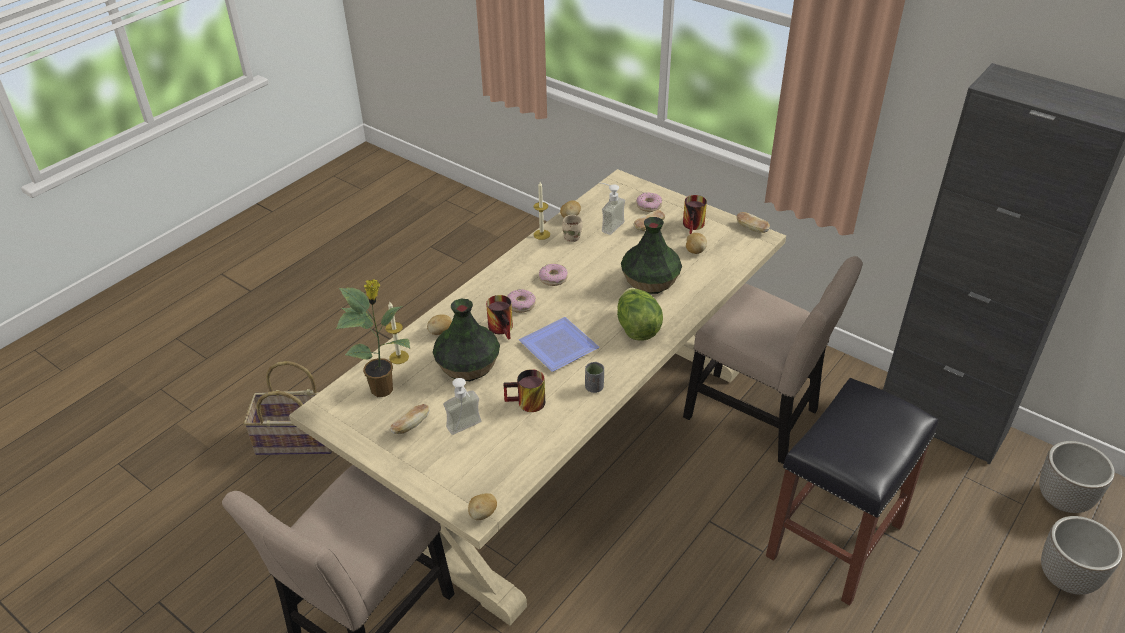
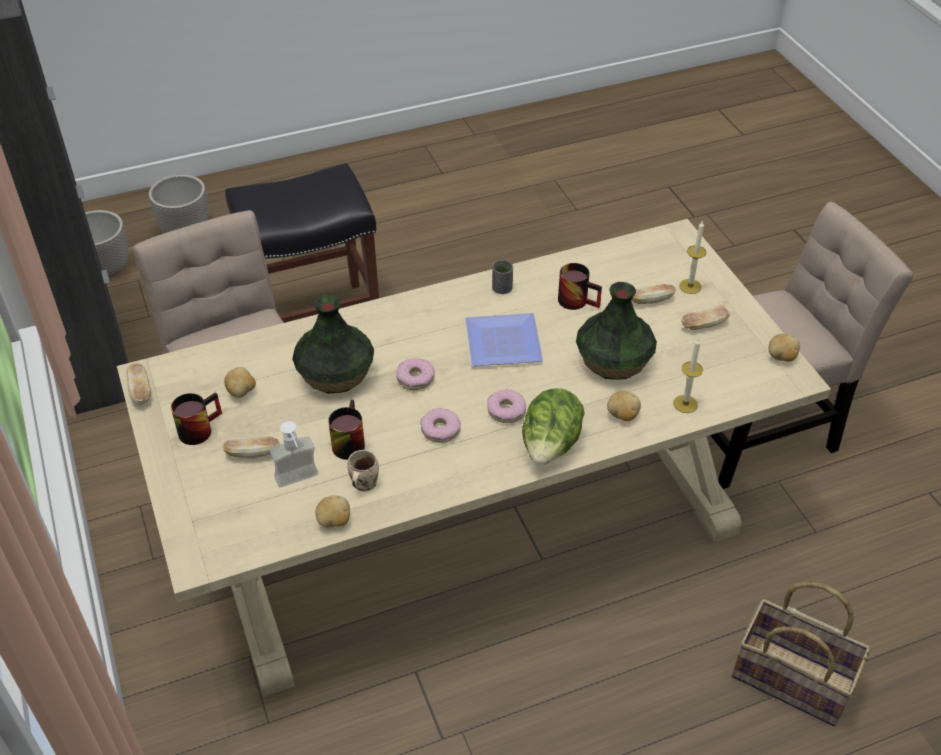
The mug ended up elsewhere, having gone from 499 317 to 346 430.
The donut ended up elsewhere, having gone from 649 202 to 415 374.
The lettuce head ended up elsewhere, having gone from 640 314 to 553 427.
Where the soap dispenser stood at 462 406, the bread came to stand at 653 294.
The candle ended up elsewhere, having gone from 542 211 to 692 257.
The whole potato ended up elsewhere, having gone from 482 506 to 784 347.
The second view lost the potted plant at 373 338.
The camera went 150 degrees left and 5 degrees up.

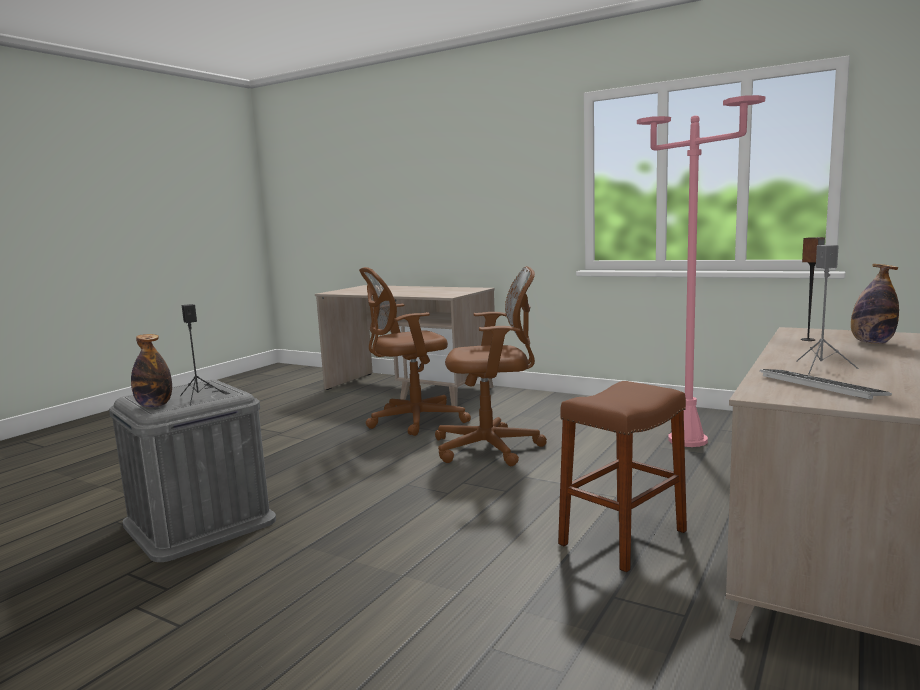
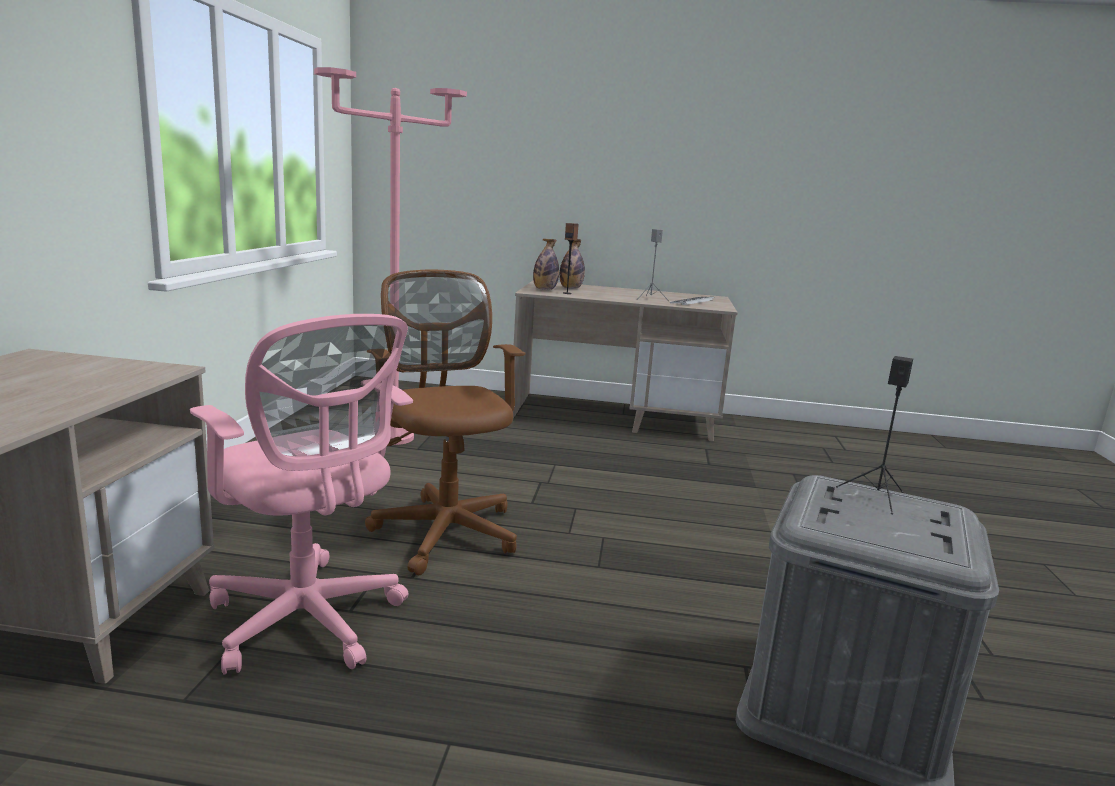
What was the brown-coloured office chair at 415 351 turned into the pinkish office chair at 301 494.
The beverage bottle ended up elsewhere, having gone from 151 371 to 546 264.
The second view lost the brown-coloured sitting stool at 622 476.
The camera went 115 degrees left and 5 degrees up.

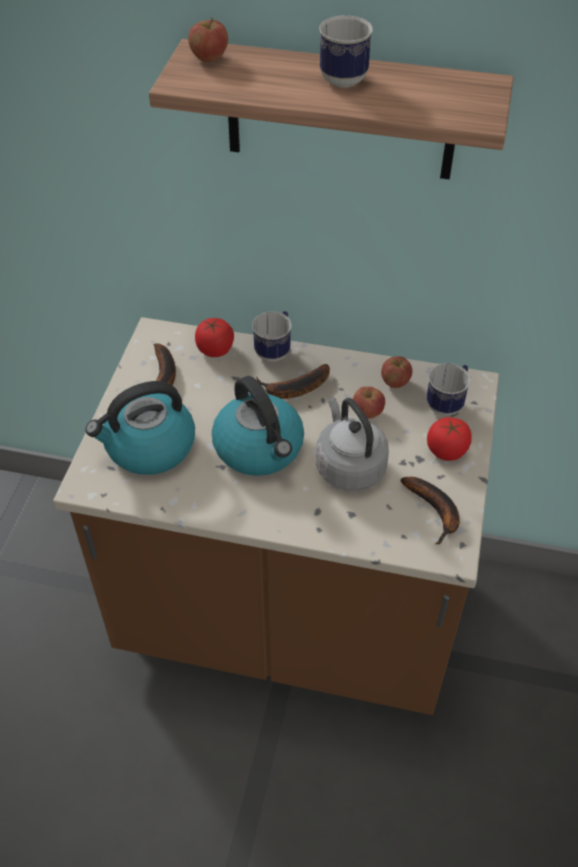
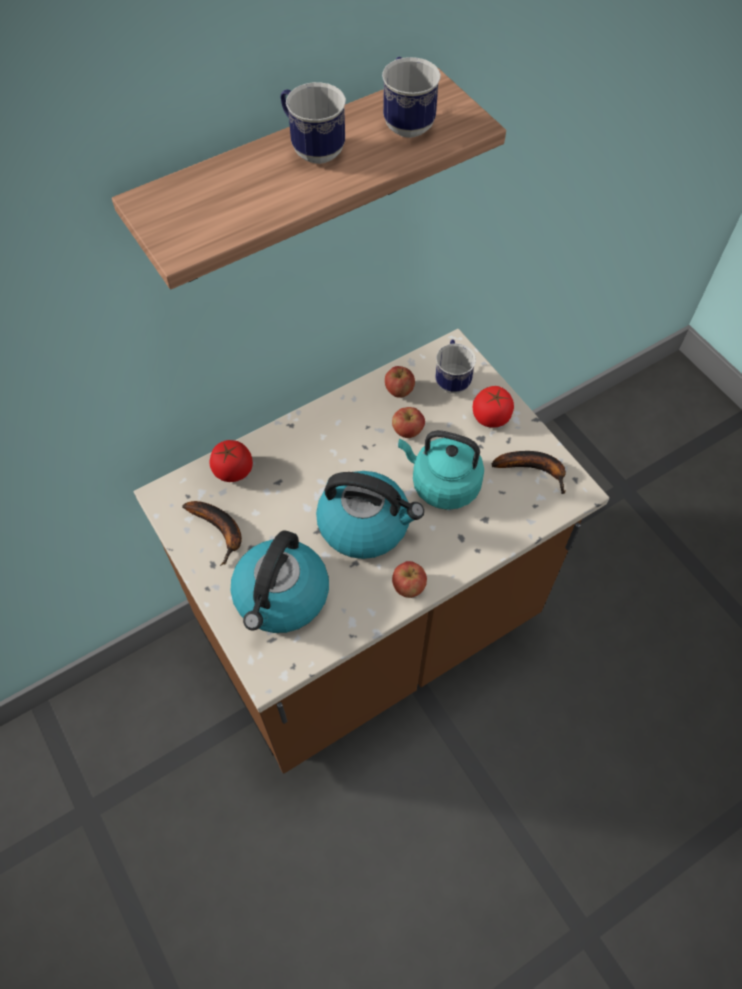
The mug ended up elsewhere, having gone from 272 336 to 411 97.
The apple fruit ended up elsewhere, having gone from 208 40 to 409 579.
What was the grey tea kettle at 352 444 turned into the turquoise-coloured tea kettle at 441 470.
The second view lost the banana at 293 381.
The camera went 45 degrees left and 10 degrees up.

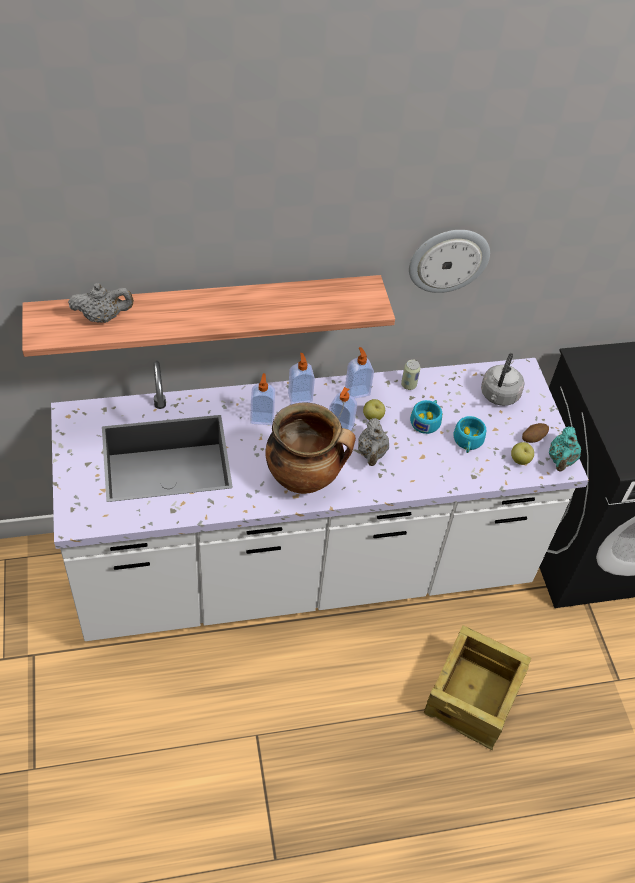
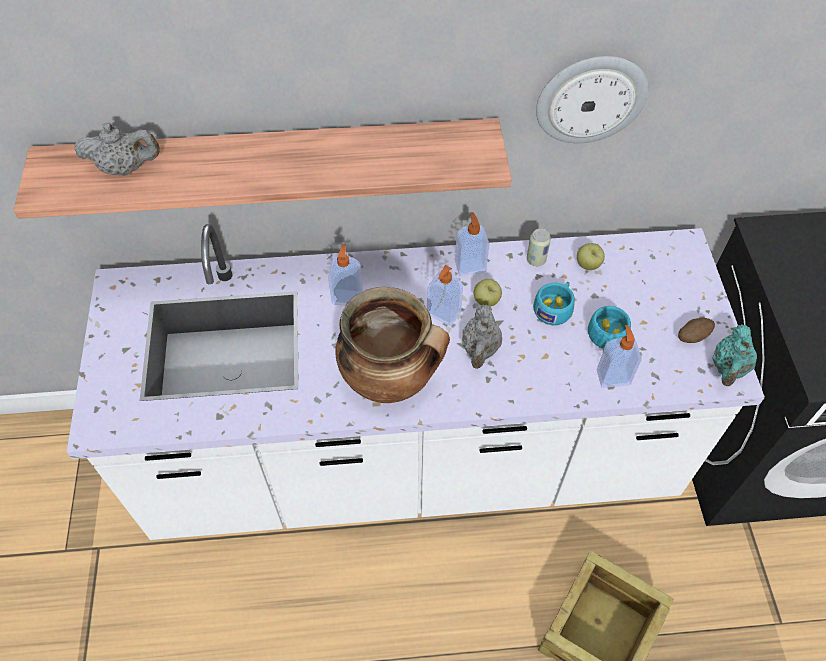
The apple fruit ended up elsewhere, having gone from 522 453 to 591 256.
The soap dispenser ended up elsewhere, having gone from 301 378 to 619 356.
The second view lost the grey tea kettle at 502 379.
The camera went 10 degrees right and 5 degrees up.

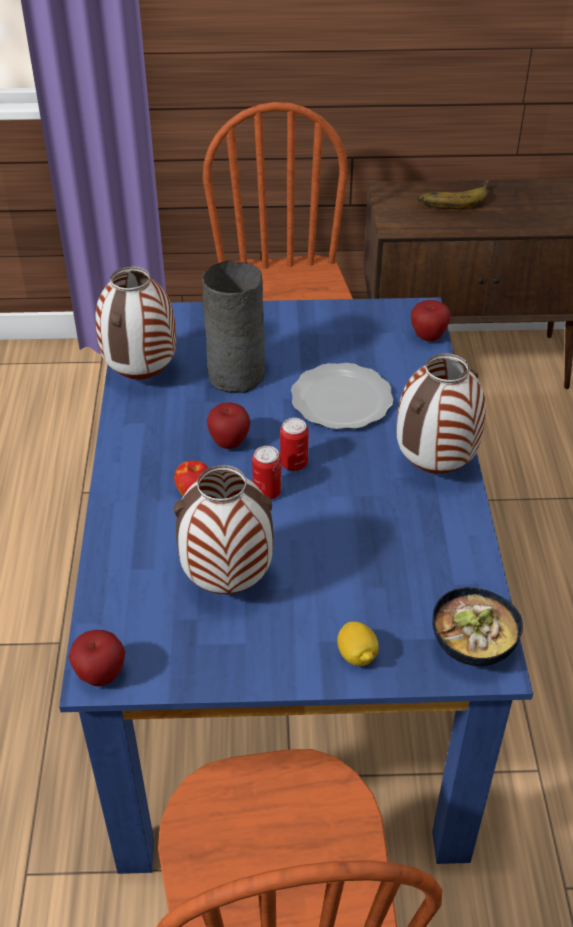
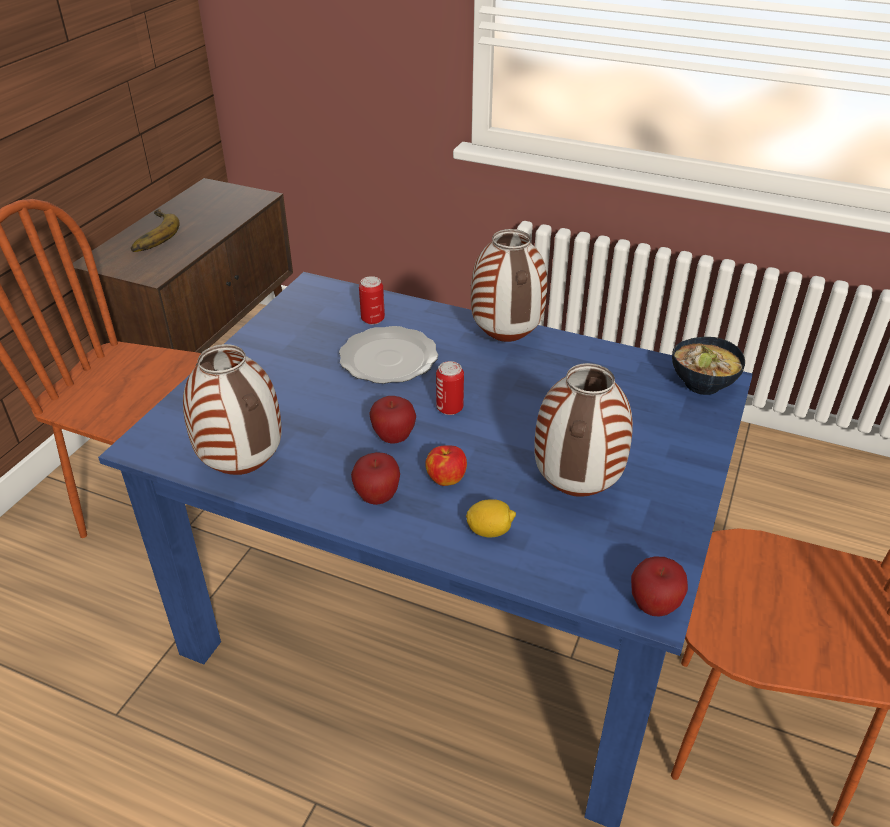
The apple fruit ended up elsewhere, having gone from 431 320 to 375 478.
The can ended up elsewhere, having gone from 267 472 to 372 300.
The whole lemon ended up elsewhere, having gone from 358 644 to 491 518.
The second view lost the grey flower vase at 233 327.
The camera went 65 degrees left and 5 degrees down.

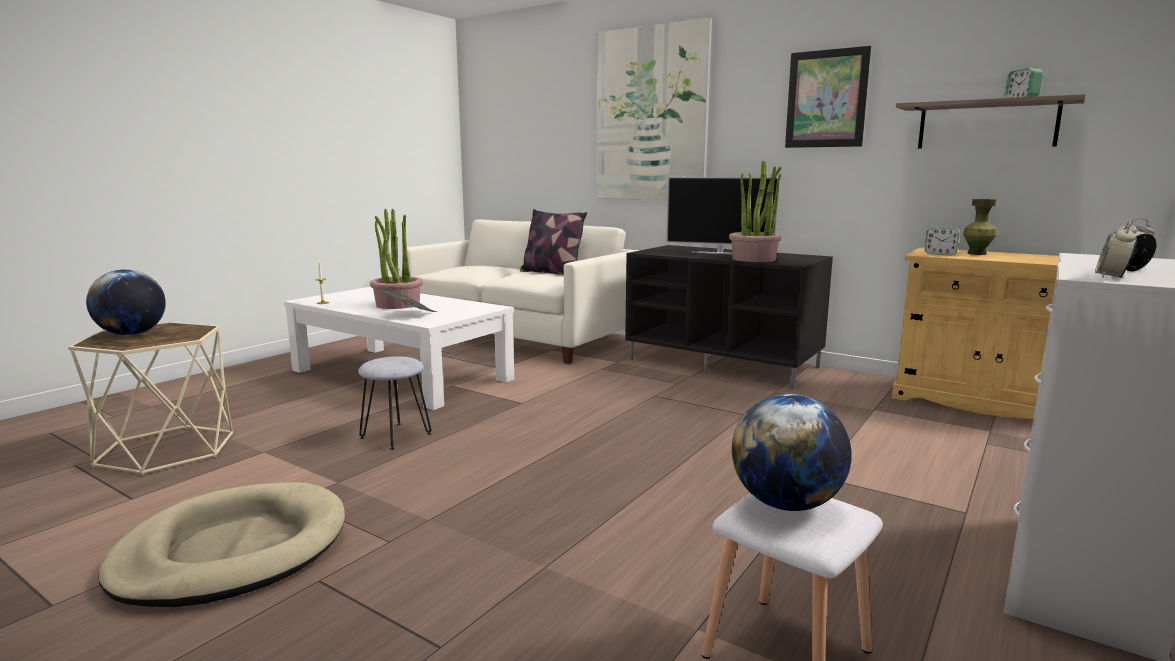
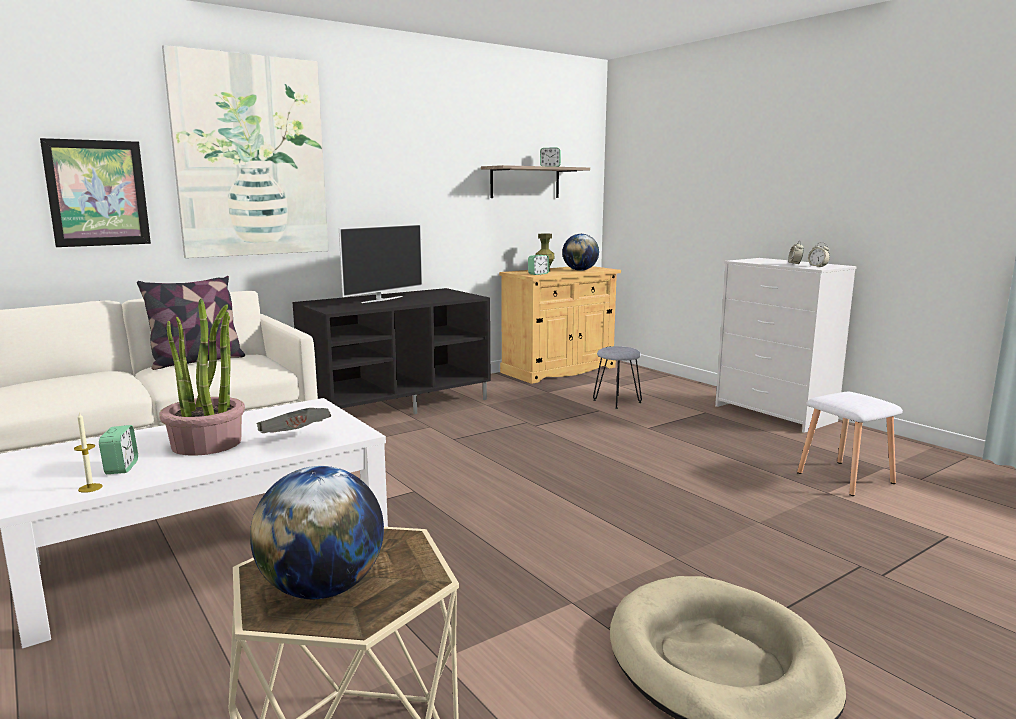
The wall art ended up elsewhere, having gone from 828 97 to 95 192.
The second view gained the alarm clock at 118 449.
The globe ended up elsewhere, having gone from 792 452 to 580 252.
The grey sitting stool ended up elsewhere, having gone from 394 403 to 617 377.
The second view lost the potted plant at 755 211.
The camera went 70 degrees left and 0 degrees up.

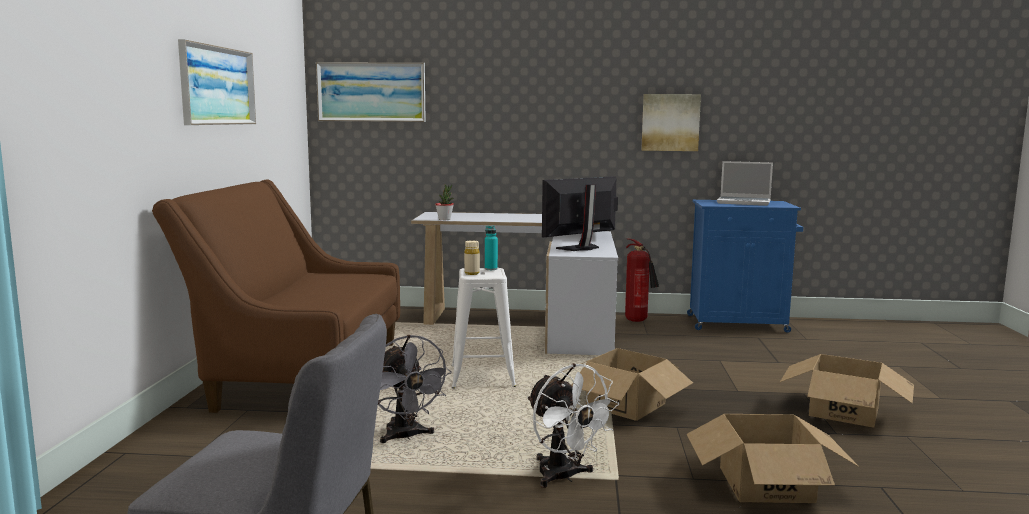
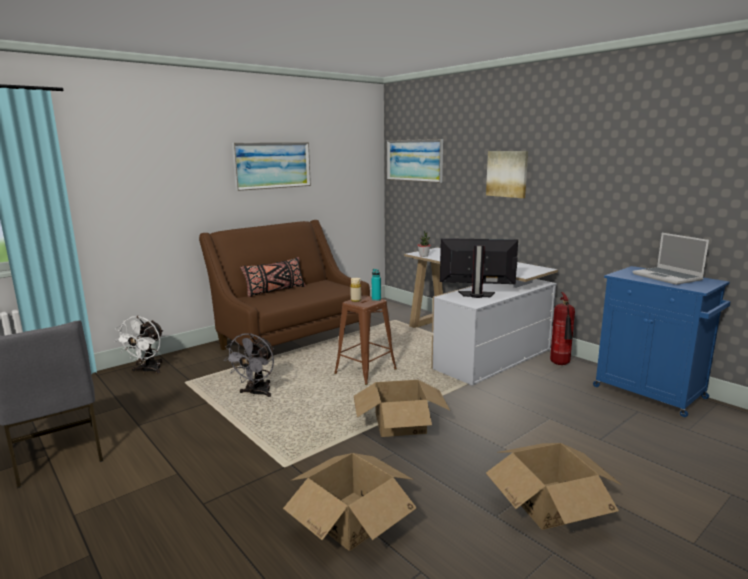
The white-coloured cooling fan ended up elsewhere, having gone from 573 425 to 138 345.
The second view gained the blackish throw pillow at 273 277.
What was the white-coloured sitting stool at 483 328 turned into the brown-coloured sitting stool at 365 340.
The wall art ended up elsewhere, having gone from 671 122 to 507 174.
The camera went 45 degrees right and 5 degrees up.

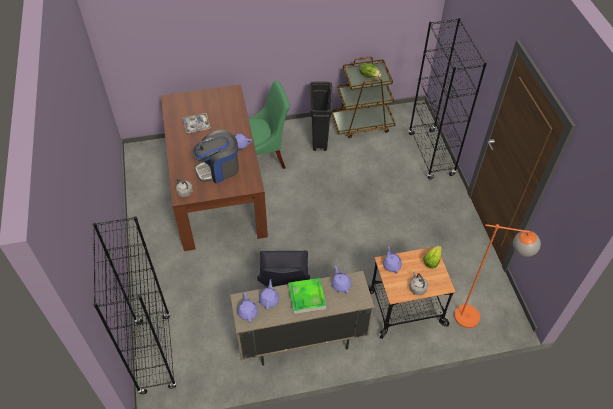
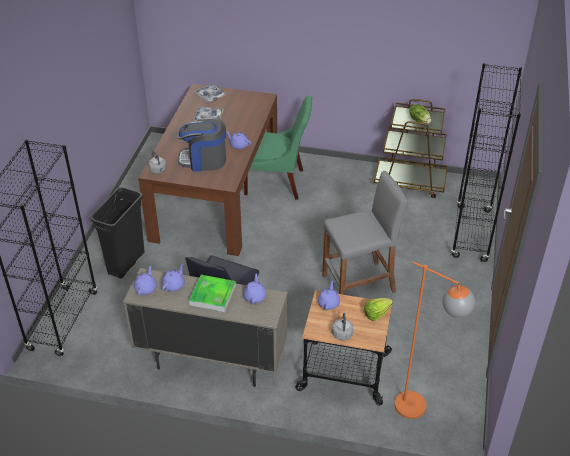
The blackish waste bin ended up elsewhere, having gone from 321 116 to 117 233.
The second view gained the carrying tray at 210 92.
The second view gained the grey sitting stool at 365 233.
The camera went 25 degrees right and 10 degrees down.

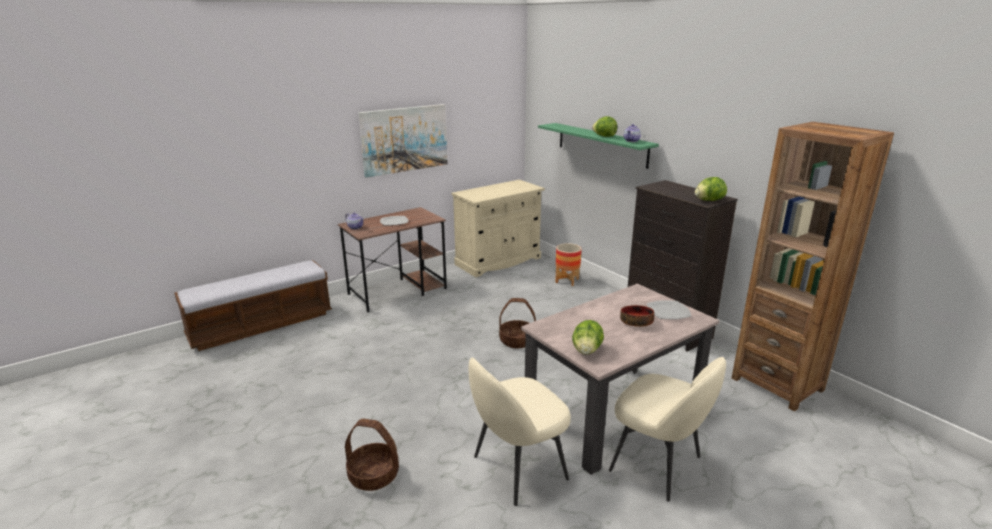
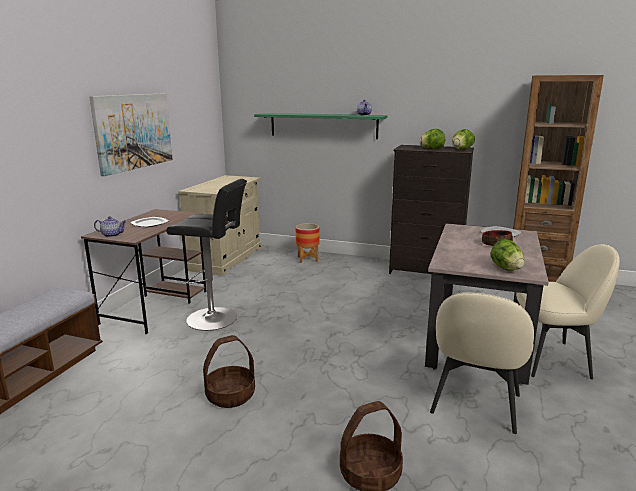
The second view gained the blackish sitting stool at 206 255.
The basket ended up elsewhere, having gone from 517 323 to 229 371.
The lettuce head ended up elsewhere, having gone from 604 126 to 432 139.
The camera went 35 degrees left and 5 degrees down.

